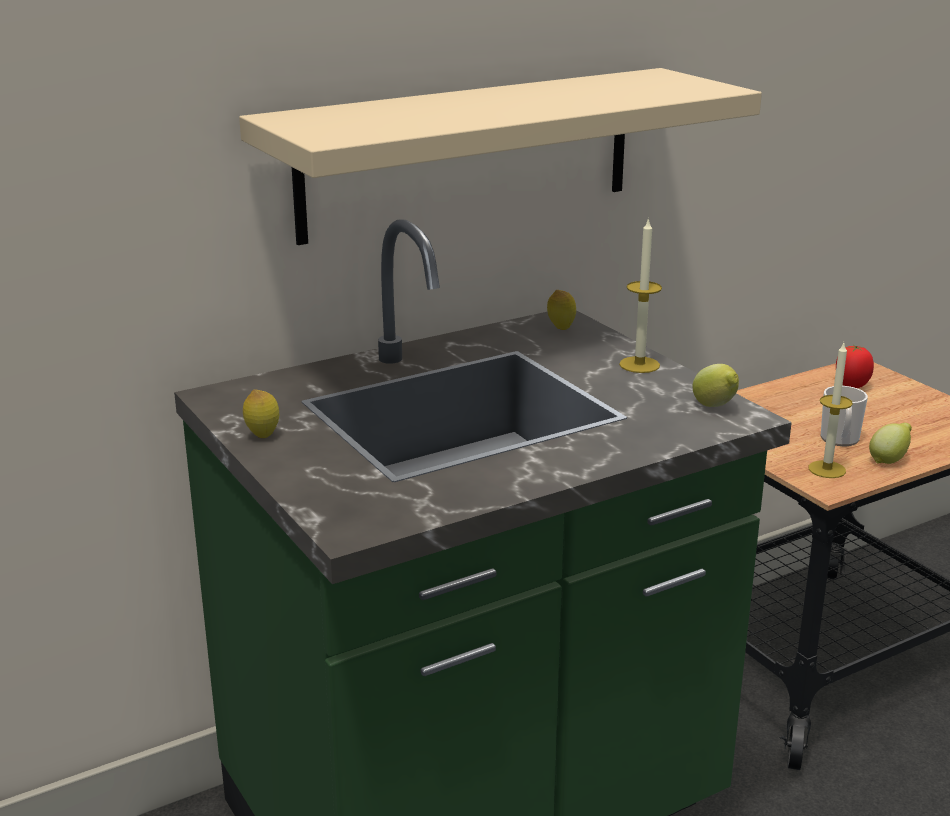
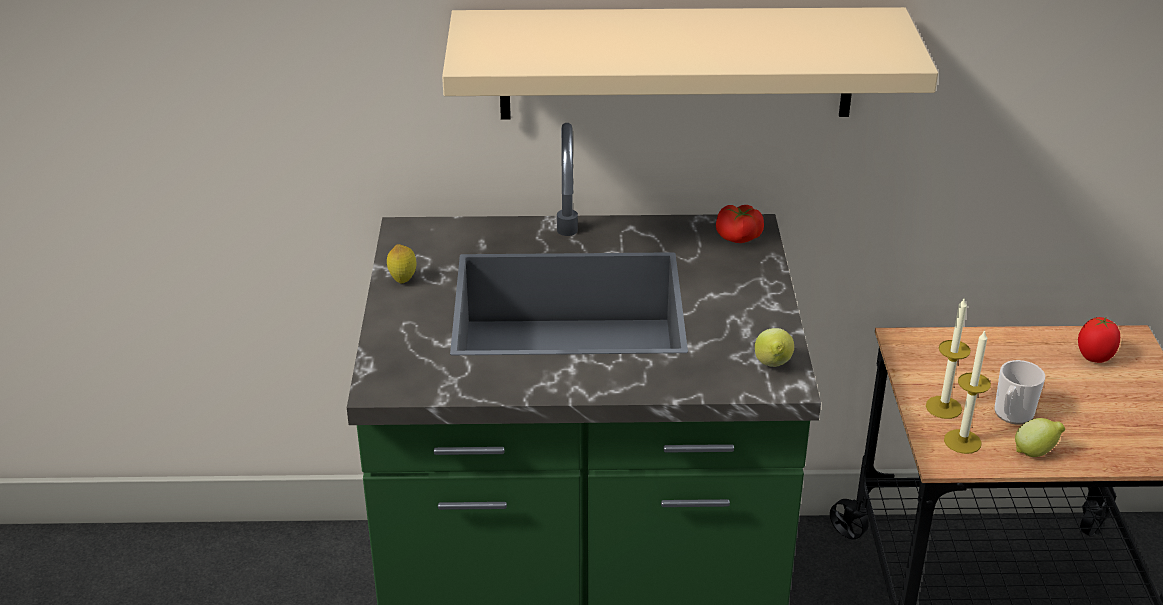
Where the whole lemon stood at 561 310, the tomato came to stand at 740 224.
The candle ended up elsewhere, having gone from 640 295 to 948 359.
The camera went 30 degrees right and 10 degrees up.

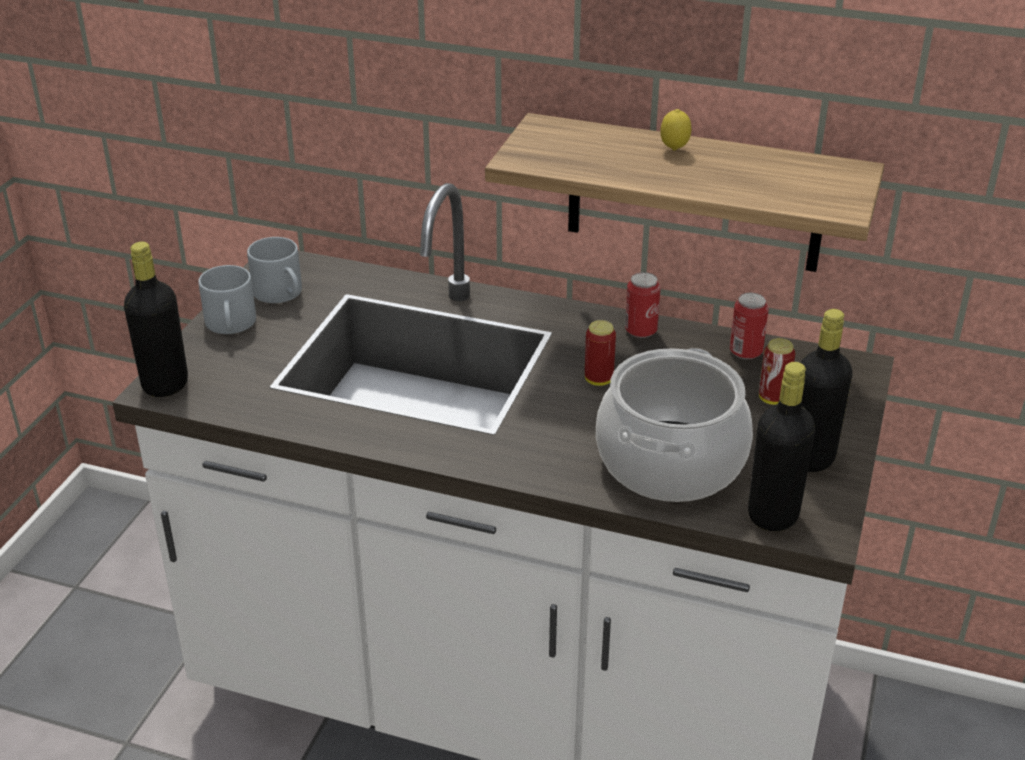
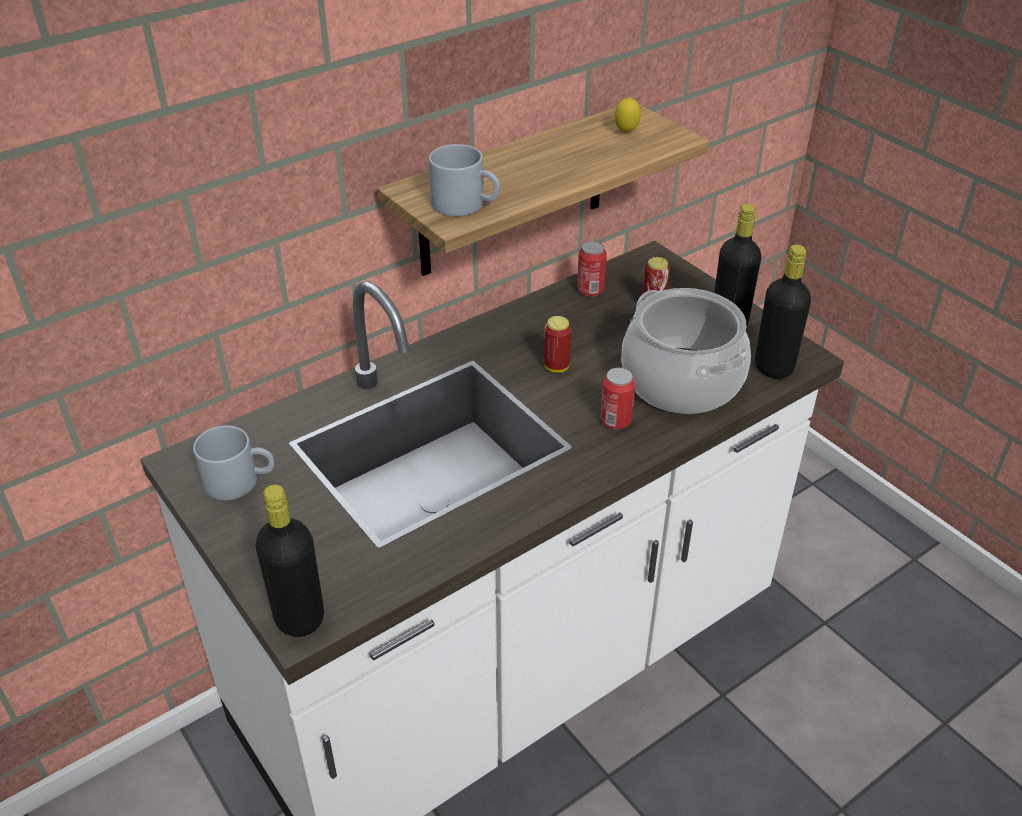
The grey mug ended up elsewhere, having gone from 227 299 to 464 180.
The can ended up elsewhere, having gone from 643 305 to 618 398.
The whole lemon ended up elsewhere, having gone from 675 130 to 628 115.
The camera went 55 degrees left and 5 degrees up.

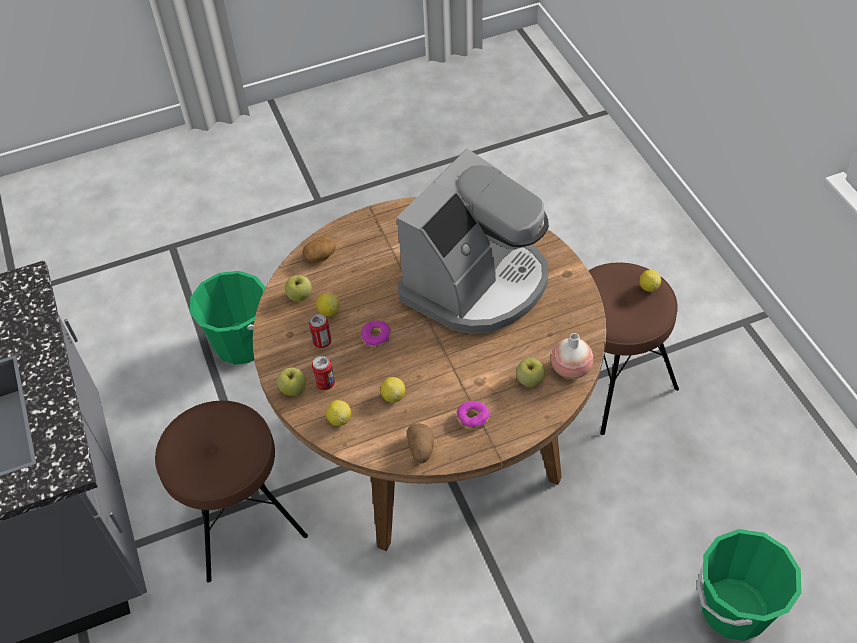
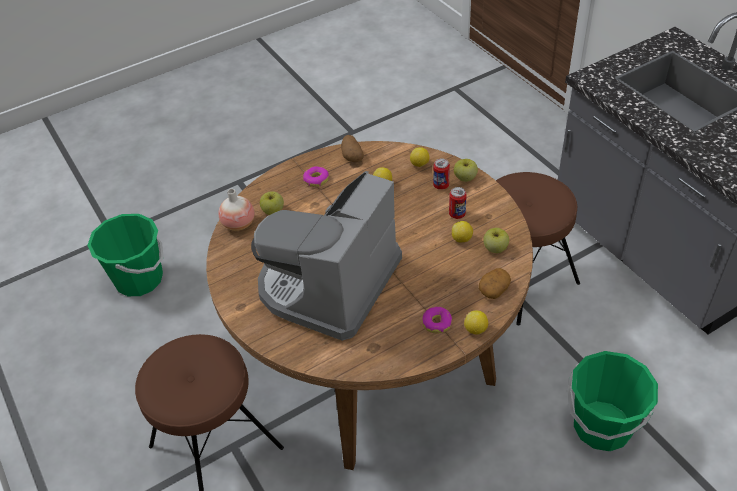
The donut ended up elsewhere, having gone from 376 334 to 437 320.
The whole lemon ended up elsewhere, having gone from 650 281 to 476 322.
The camera went 170 degrees right and 5 degrees down.

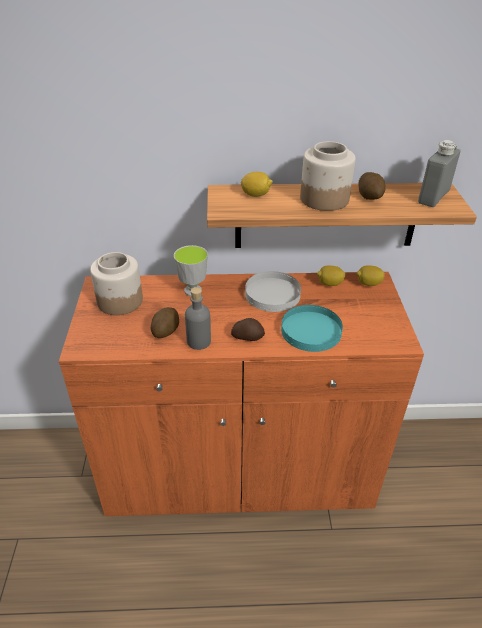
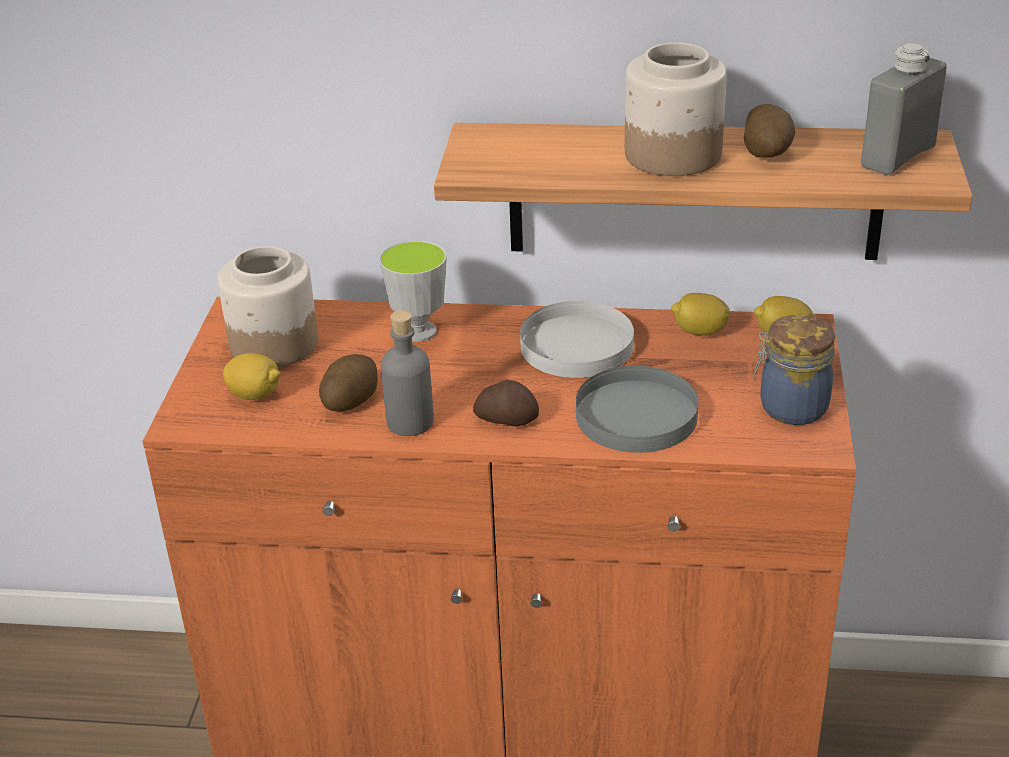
The whole lemon ended up elsewhere, having gone from 257 184 to 252 376.
What was the turquoise-coloured dinner plate at 312 328 turned into the grey dinner plate at 637 409.
The second view gained the storage jar at 794 370.
The camera went 10 degrees right and 5 degrees down.

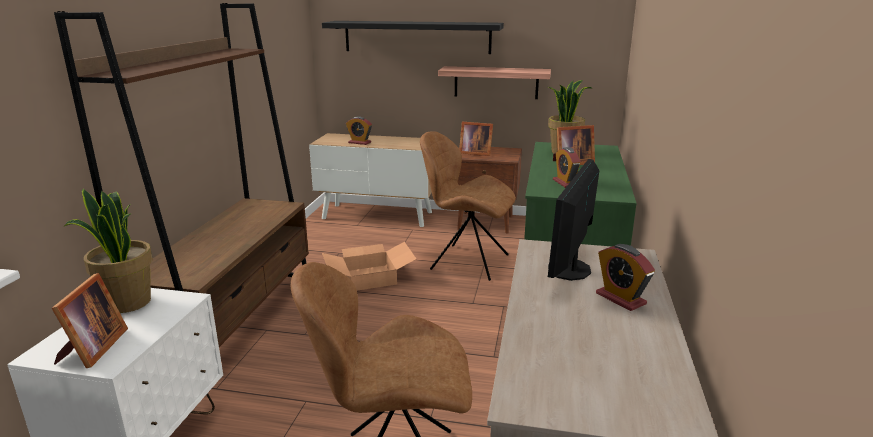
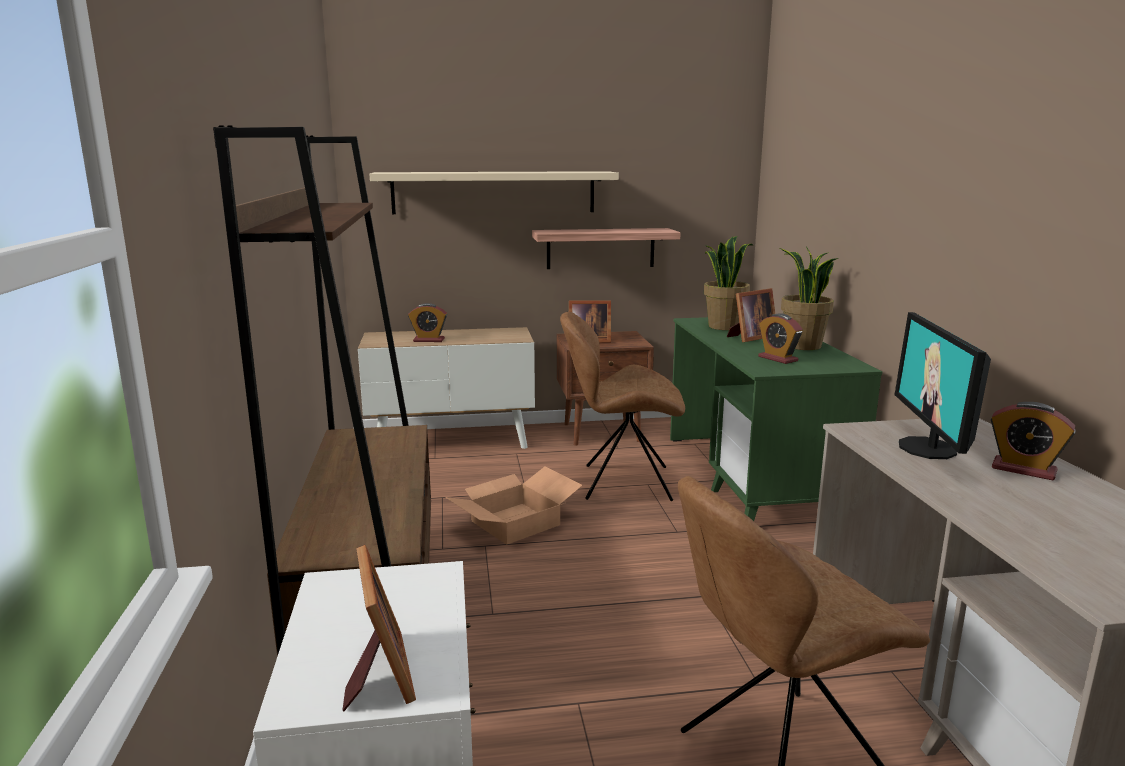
What was the blackish wall shelf at 413 37 turned into the beige wall shelf at 494 192.
The potted plant ended up elsewhere, having gone from 108 250 to 809 298.
The camera went 20 degrees left and 5 degrees down.

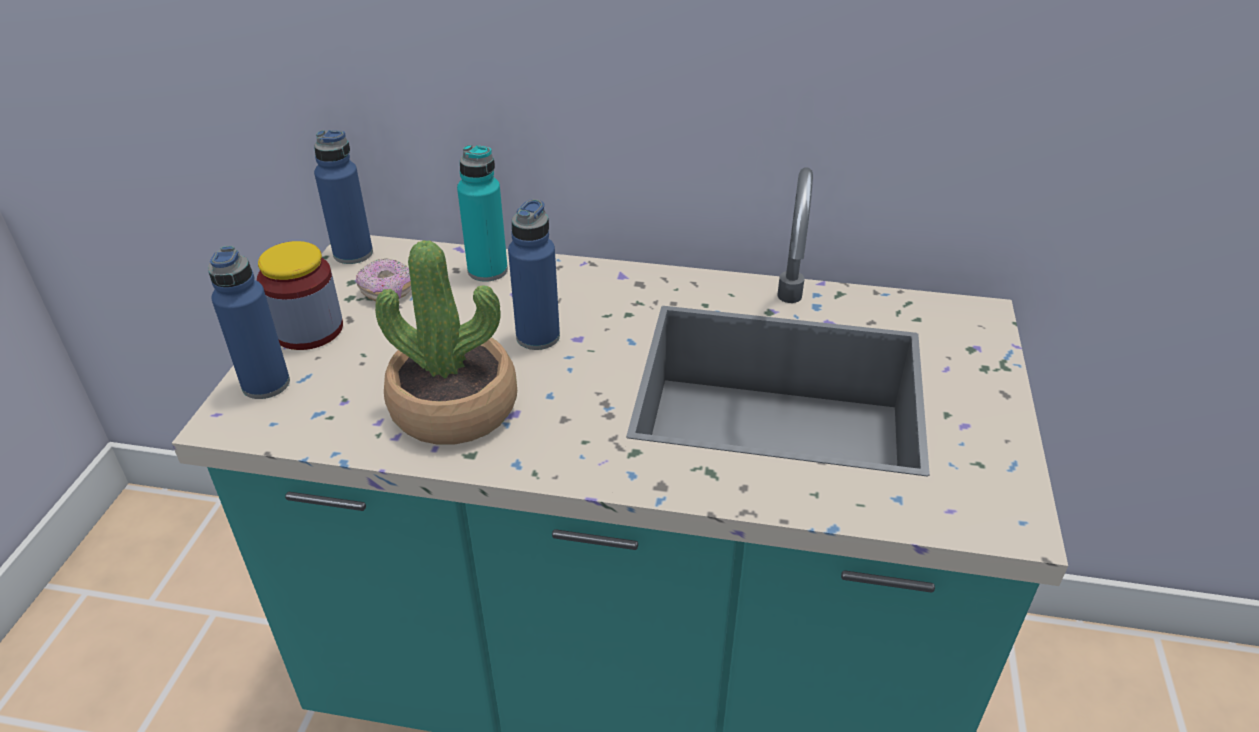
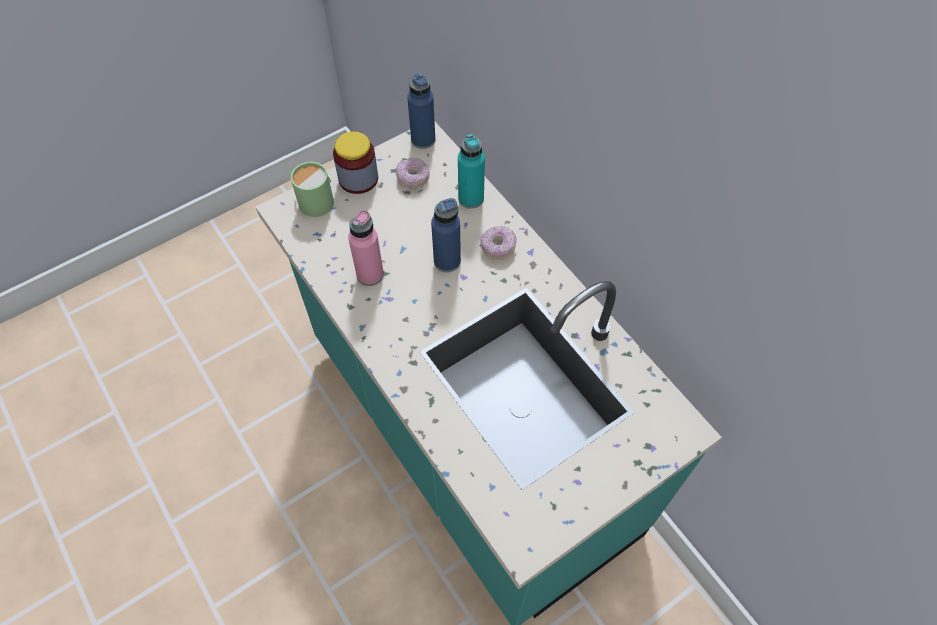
Where the bluish beverage bottle stood at 249 322, the green-coloured mug came to stand at 312 189.
Where the potted plant stood at 446 342, the pinkish beverage bottle came to stand at 366 248.
The second view gained the donut at 498 243.
The camera went 45 degrees right and 20 degrees up.

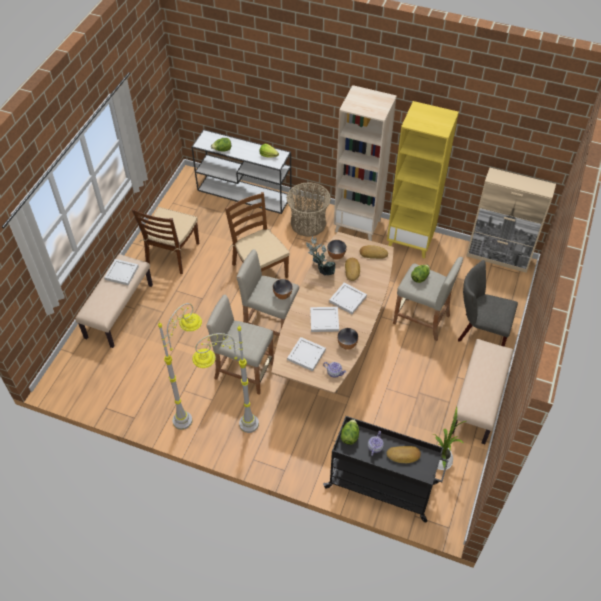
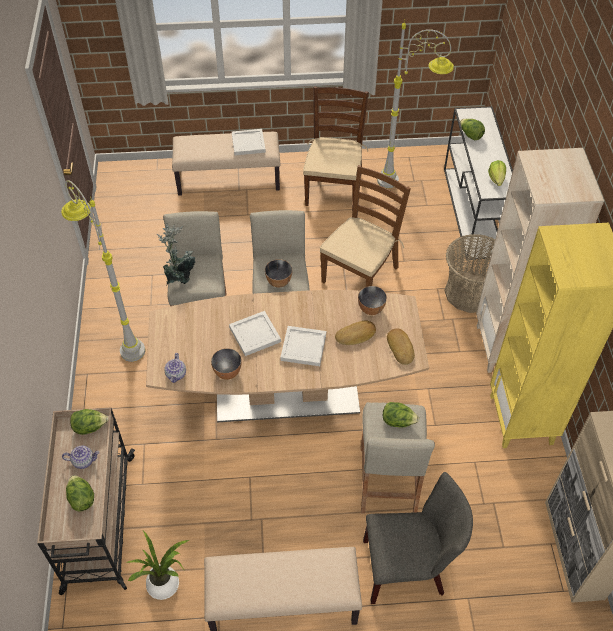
What was the blackish trolley at 386 469 turned into the beige trolley at 86 501.
Where the bread stood at 403 455, the lettuce head came to stand at 80 493.
The potted plant ended up elsewhere, having gone from 321 255 to 176 254.
The brown-coloured chair at 165 240 ended up facing another way, 105 degrees clockwise from before.
The grey chair at 488 303 ended up facing another way, 90 degrees clockwise from before.
The grey standing lamp ended up elsewhere, having gone from 180 366 to 415 103.
The second view lost the white-coloured carrying tray at 306 354.
The camera went 65 degrees right and 0 degrees up.

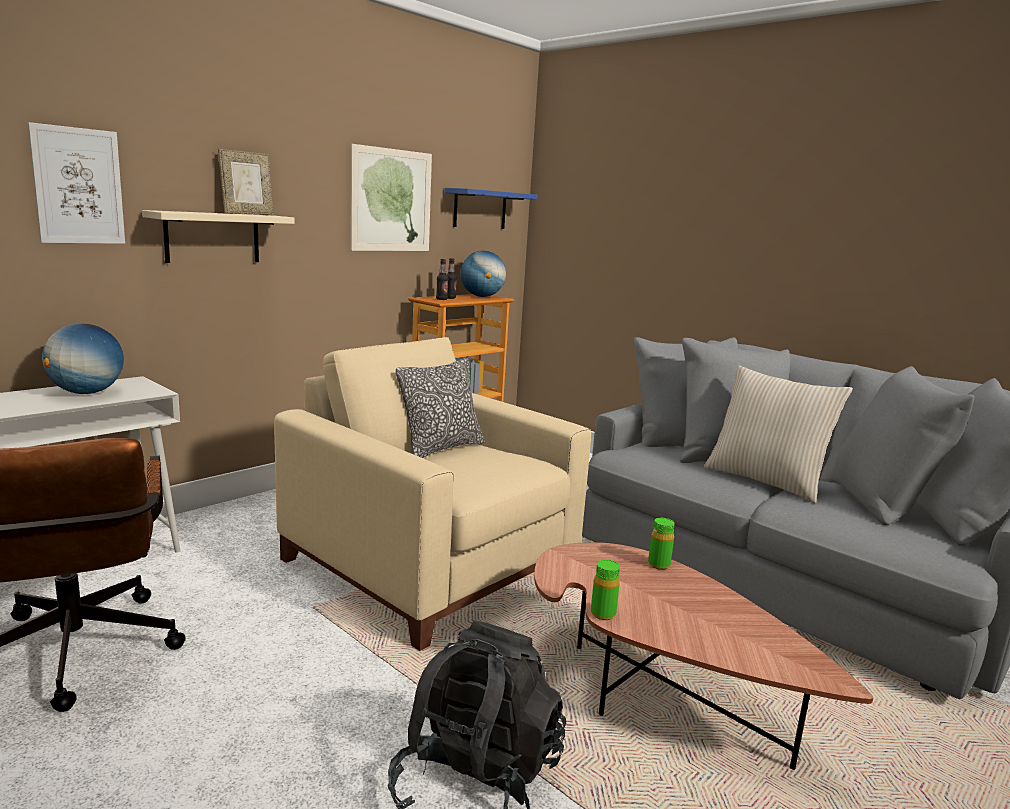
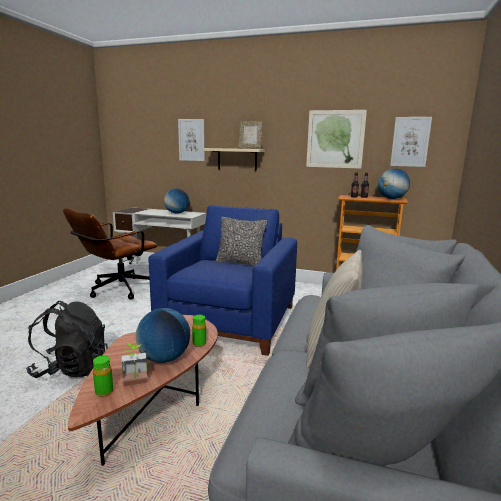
The green-coloured beverage bottle ended up elsewhere, having gone from 605 590 to 103 376.
The second view gained the potted plant at 135 364.
The second view gained the globe at 163 335.
What was the beige lounge chair at 432 494 turned into the bluish lounge chair at 222 281.
Where the bluish wall shelf hung at 490 208, the wall art came to hang at 411 142.
The camera went 65 degrees right and 0 degrees up.

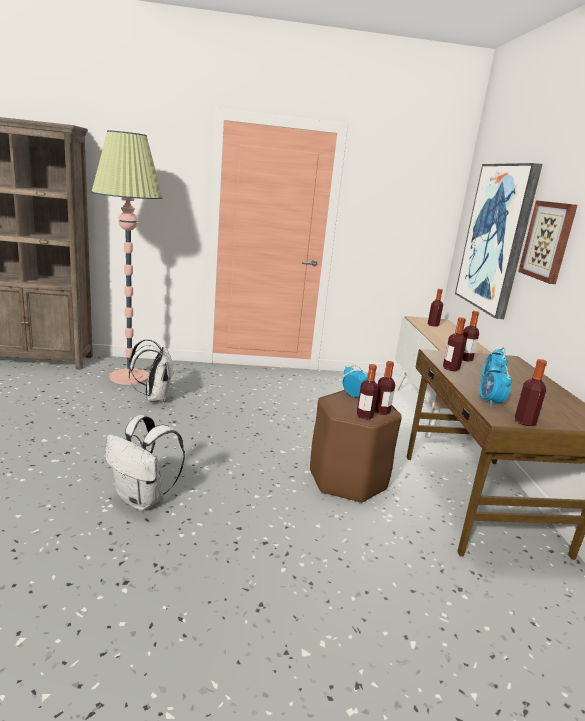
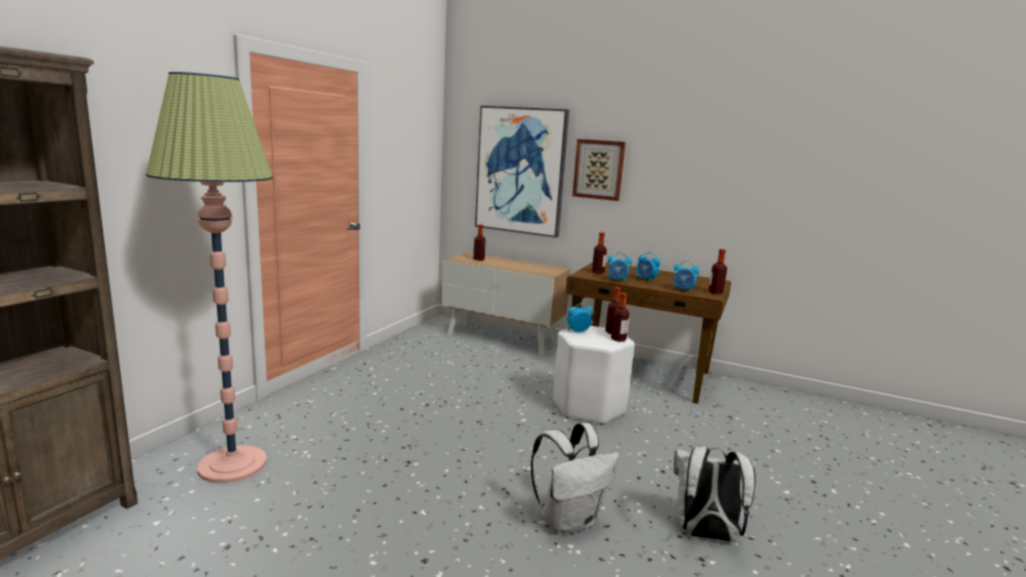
What was the brown-coloured sitting stool at 356 447 turned into the white-coloured sitting stool at 594 375.
Where the beverage bottle stood at 454 344, the alarm clock came to stand at 620 267.
The white-coloured backpack ended up elsewhere, having gone from 151 370 to 715 494.
The camera went 60 degrees left and 5 degrees down.

